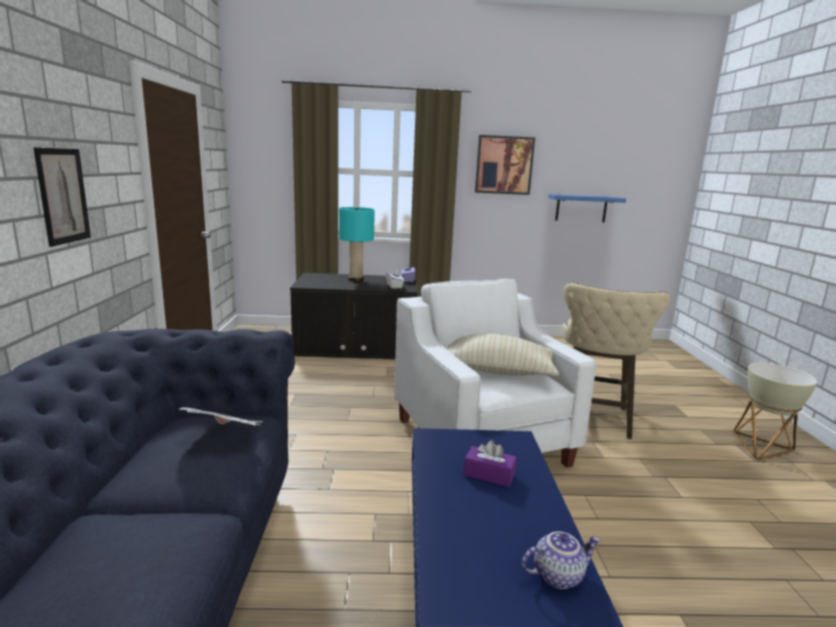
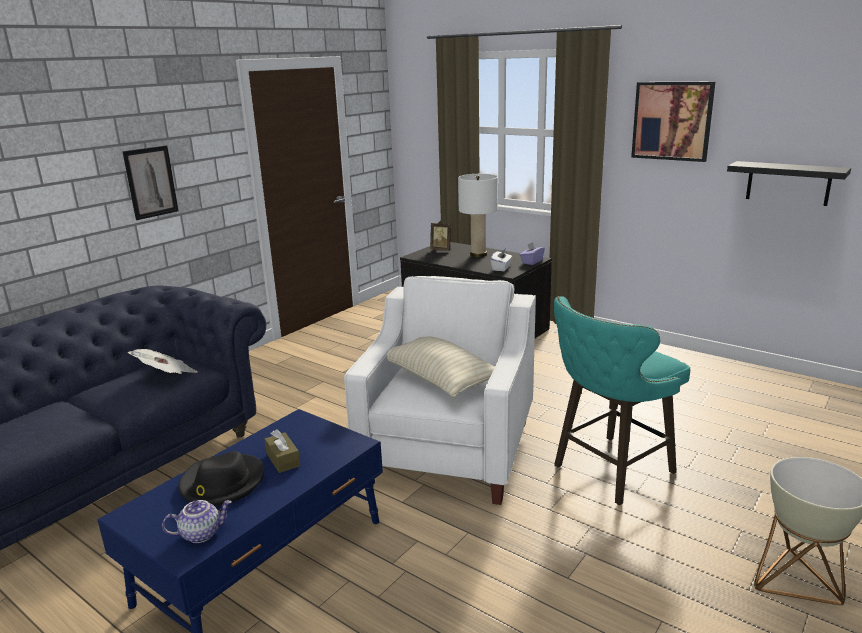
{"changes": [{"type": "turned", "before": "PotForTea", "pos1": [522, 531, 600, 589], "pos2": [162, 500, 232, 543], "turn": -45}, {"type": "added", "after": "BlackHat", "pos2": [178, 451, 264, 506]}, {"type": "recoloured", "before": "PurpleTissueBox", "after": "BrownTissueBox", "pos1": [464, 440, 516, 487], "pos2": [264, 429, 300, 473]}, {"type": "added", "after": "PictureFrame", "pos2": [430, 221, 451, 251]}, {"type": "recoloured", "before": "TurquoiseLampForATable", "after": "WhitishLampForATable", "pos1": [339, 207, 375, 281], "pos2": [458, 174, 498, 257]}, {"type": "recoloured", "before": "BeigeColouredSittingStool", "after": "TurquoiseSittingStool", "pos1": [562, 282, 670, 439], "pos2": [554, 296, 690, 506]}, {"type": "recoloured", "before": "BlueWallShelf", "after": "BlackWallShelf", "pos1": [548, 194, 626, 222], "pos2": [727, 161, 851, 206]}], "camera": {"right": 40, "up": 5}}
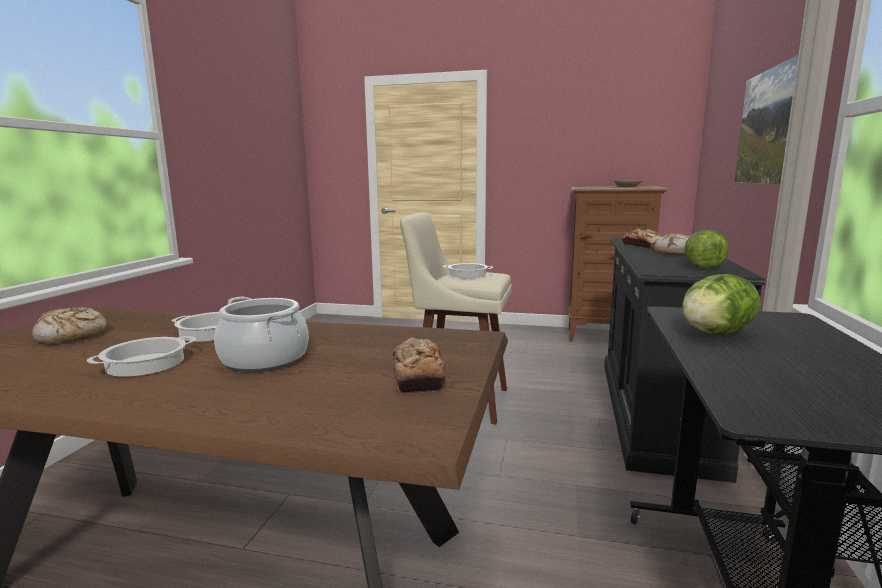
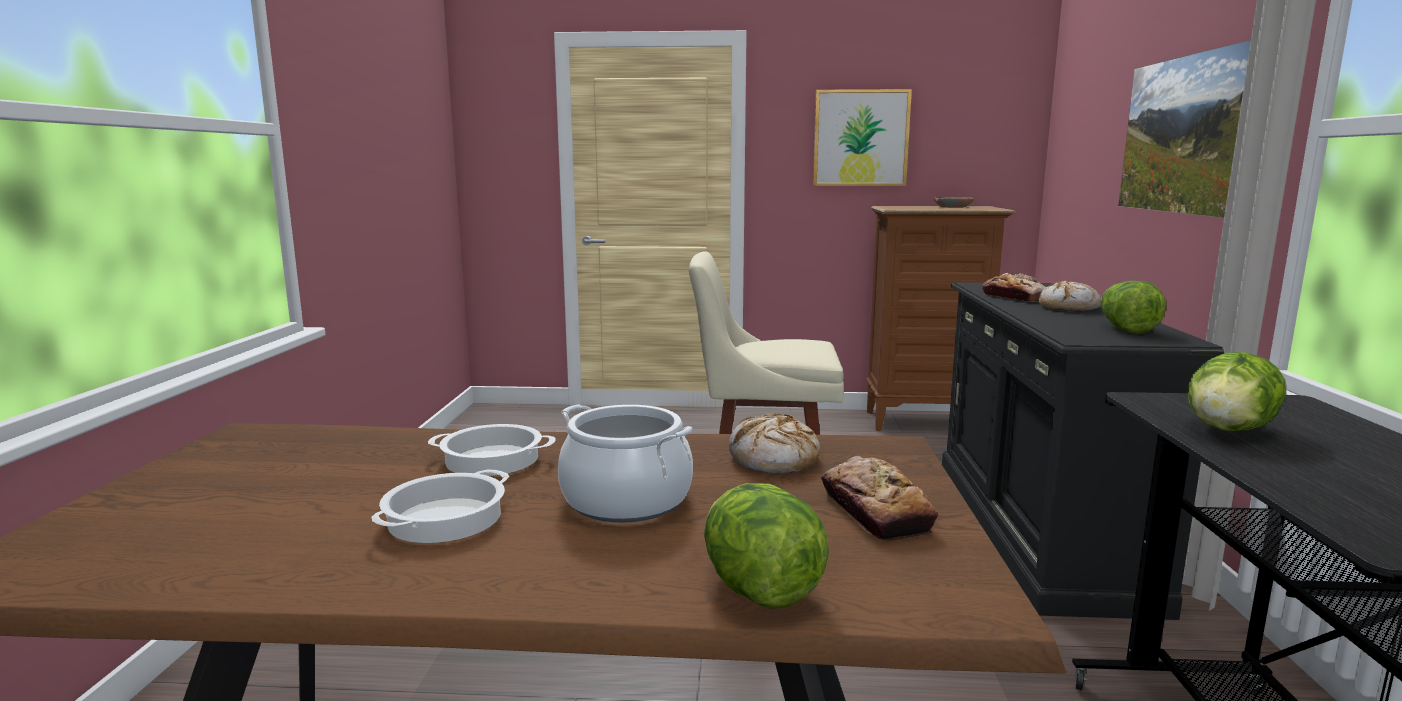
{"changes": [{"type": "added", "after": "LettuceHead", "pos2": [704, 483, 829, 609]}, {"type": "moved", "before": "Bread", "pos1": [32, 307, 107, 343], "pos2": [729, 413, 820, 473]}, {"type": "added", "after": "WallArt", "pos2": [813, 89, 912, 186]}, {"type": "removed", "before": "Stockpot", "pos1": [442, 263, 493, 278]}], "camera": {"right": -10, "up": 0}}
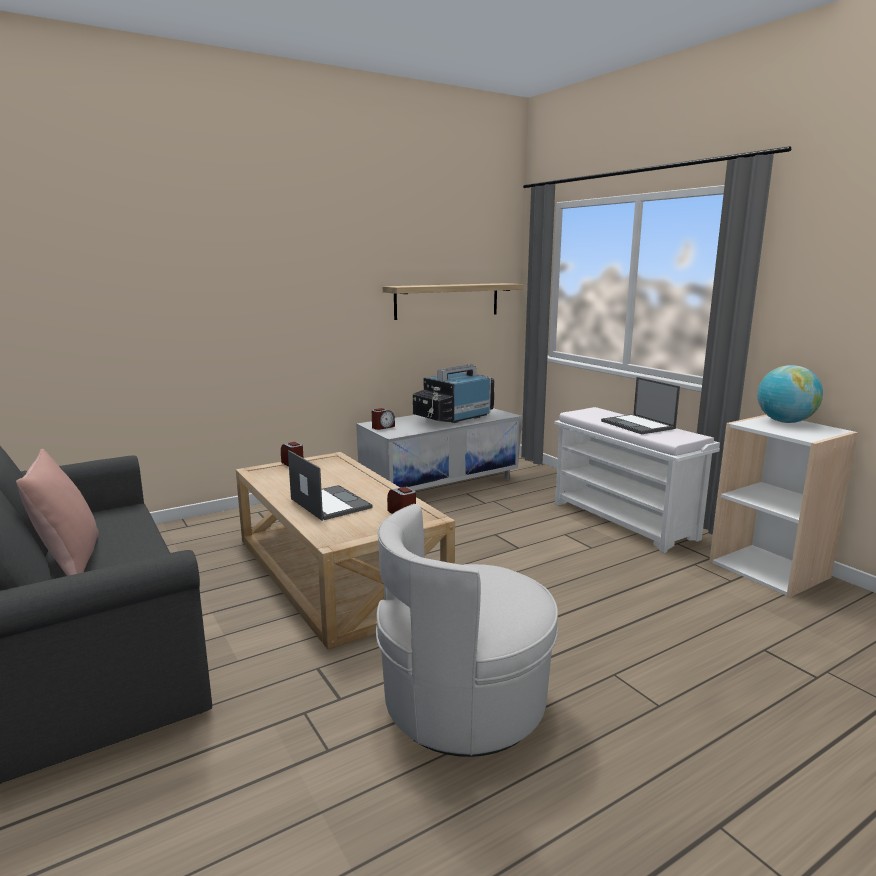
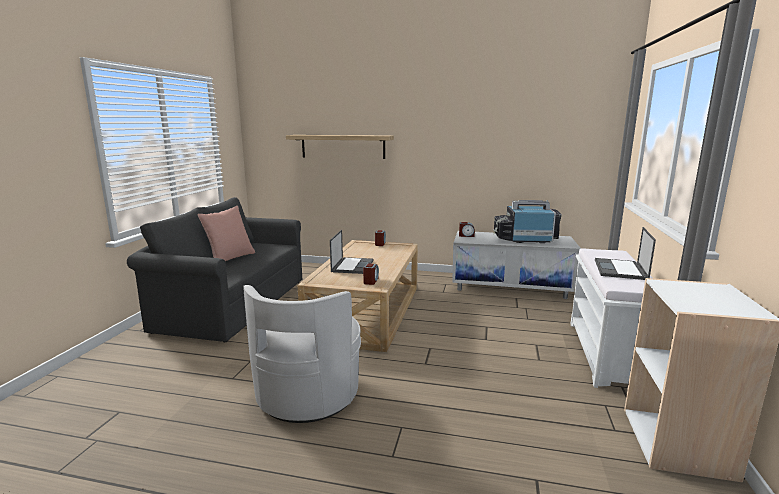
{"changes": [{"type": "turned", "before": "WhitishArmchair", "pos1": [376, 504, 558, 757], "pos2": [244, 285, 361, 423], "turn": -105}, {"type": "moved", "before": "WallShelf", "pos1": [383, 283, 523, 320], "pos2": [286, 135, 394, 159]}, {"type": "removed", "before": "Globe", "pos1": [757, 365, 823, 423]}], "camera": {"right": 45, "up": 0}}
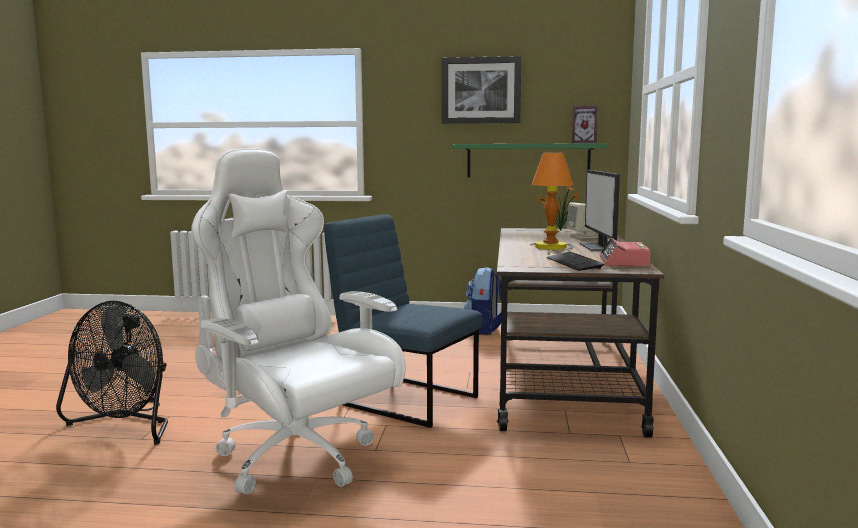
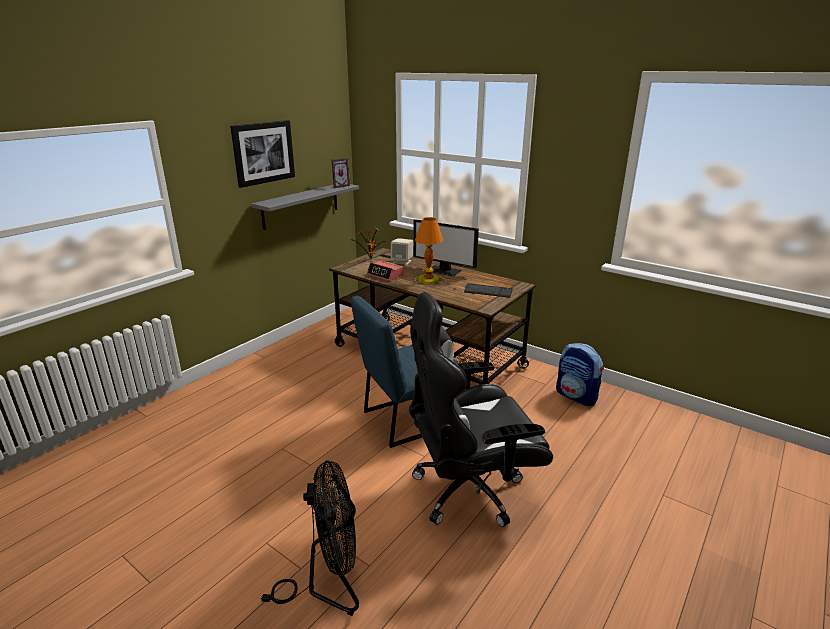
{"changes": [{"type": "recoloured", "before": "GreenWallShelf", "after": "GreyWallShelf", "pos1": [453, 143, 608, 178], "pos2": [251, 184, 359, 230]}, {"type": "turned", "before": "BlackFan", "pos1": [56, 301, 168, 445], "pos2": [260, 460, 359, 616], "turn": -60}, {"type": "moved", "before": "BedsideClock", "pos1": [600, 238, 651, 266], "pos2": [367, 260, 404, 281]}, {"type": "recoloured", "before": "WhitishComputerChair", "after": "BlackComputerChair", "pos1": [191, 149, 406, 495], "pos2": [409, 292, 553, 527]}, {"type": "moved", "before": "Knapsack", "pos1": [464, 267, 502, 335], "pos2": [556, 343, 604, 406]}], "camera": {"right": -60, "up": 15}}
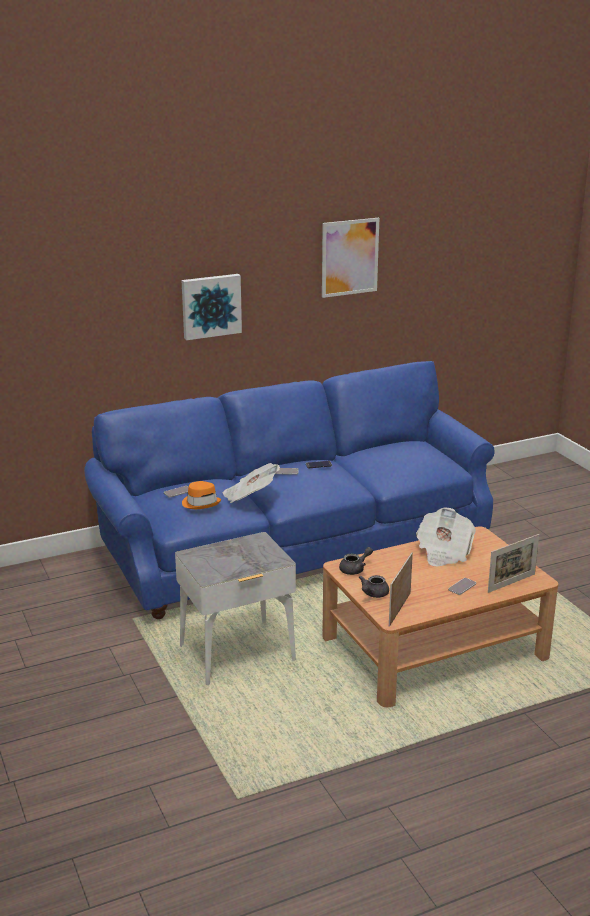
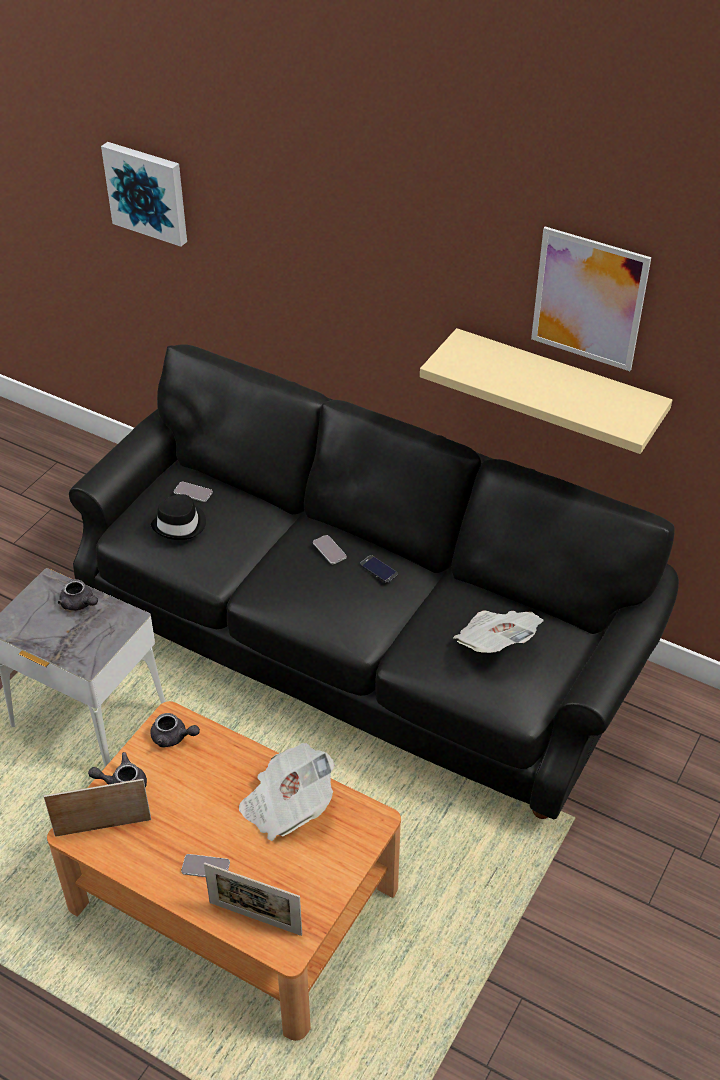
{"changes": [{"type": "added", "after": "GreyPotForTea", "pos2": [58, 579, 98, 611]}, {"type": "recoloured", "before": "BlueSofa", "after": "BlackSofa", "pos1": [84, 361, 495, 619], "pos2": [69, 344, 679, 820]}, {"type": "moved", "before": "WallArt", "pos1": [182, 274, 242, 340], "pos2": [101, 142, 187, 247]}, {"type": "recoloured", "before": "OrangeyHat", "after": "BlackHat", "pos1": [182, 481, 221, 509], "pos2": [151, 494, 206, 540]}, {"type": "added", "after": "BeigeColouredWallShelf", "pos2": [420, 328, 672, 454]}, {"type": "moved", "before": "DailyPaper", "pos1": [223, 463, 280, 503], "pos2": [453, 610, 543, 653]}], "camera": {"right": 55, "up": 20}}
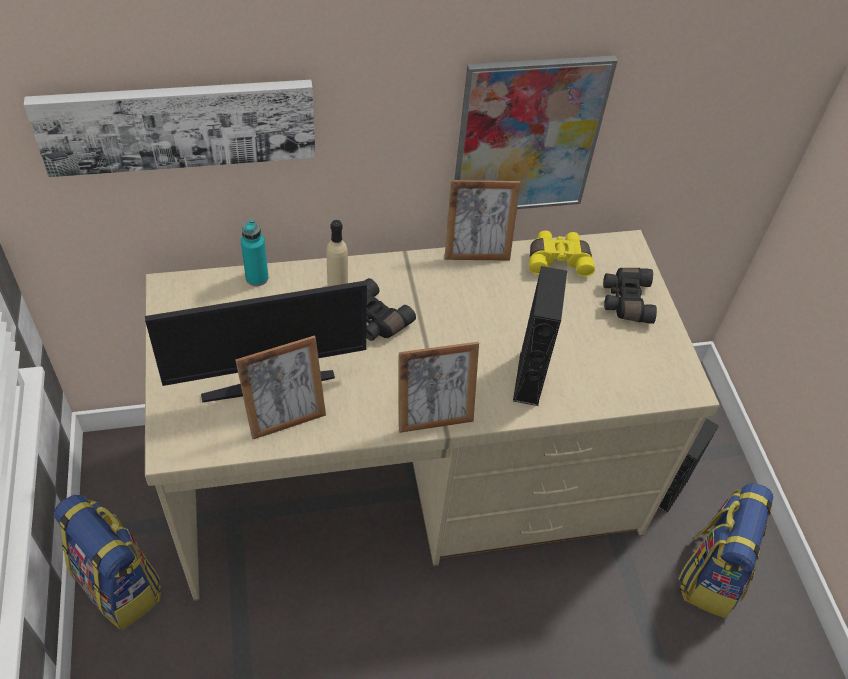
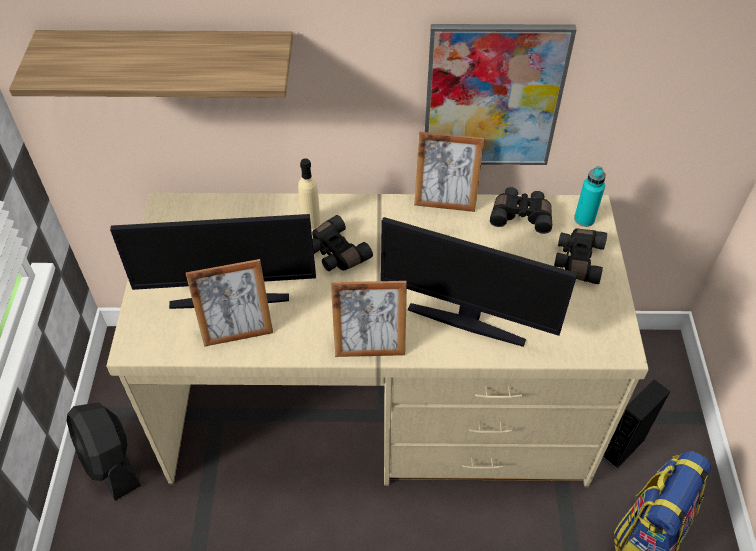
{"changes": [{"type": "replaced", "before": "WallArt", "after": "WallShelf", "pos1": [24, 80, 315, 177], "pos2": [9, 30, 293, 98]}, {"type": "replaced", "before": "Knapsack", "after": "BlackFan", "pos1": [54, 495, 161, 630], "pos2": [67, 402, 141, 501]}, {"type": "replaced", "before": "BlackLoudspeaker", "after": "ComputerScreen", "pos1": [513, 266, 567, 406], "pos2": [381, 217, 578, 347]}, {"type": "recoloured", "before": "YellowishFieldGlasses", "after": "BlackFieldGlasses", "pos1": [529, 231, 595, 277], "pos2": [490, 187, 552, 234]}, {"type": "moved", "before": "TurquoiseBottle", "pos1": [241, 220, 269, 286], "pos2": [574, 166, 606, 227]}], "camera": {"right": 15, "up": 0}}
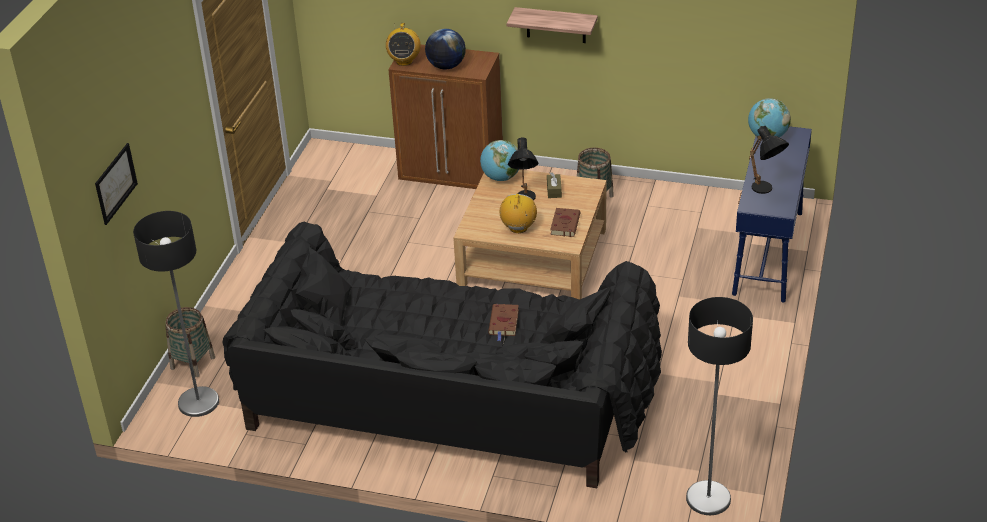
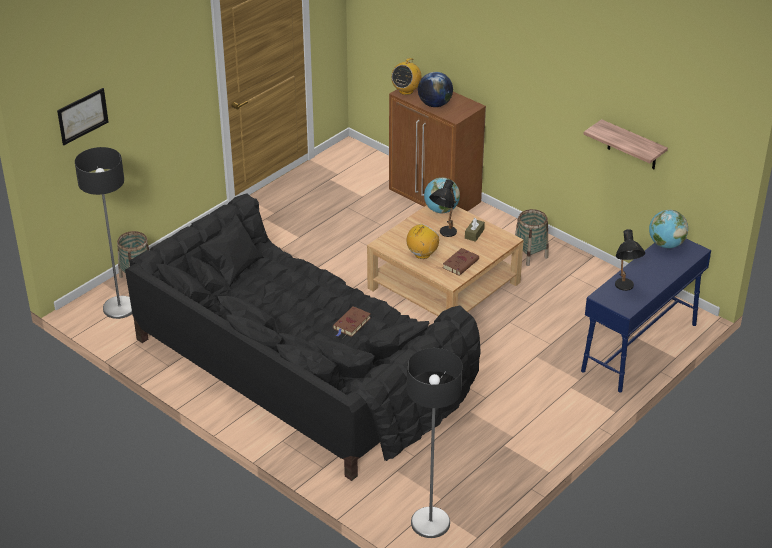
{"changes": [{"type": "moved", "before": "WallShelf", "pos1": [507, 7, 598, 43], "pos2": [583, 119, 668, 169]}], "camera": {"right": 25, "up": 0}}
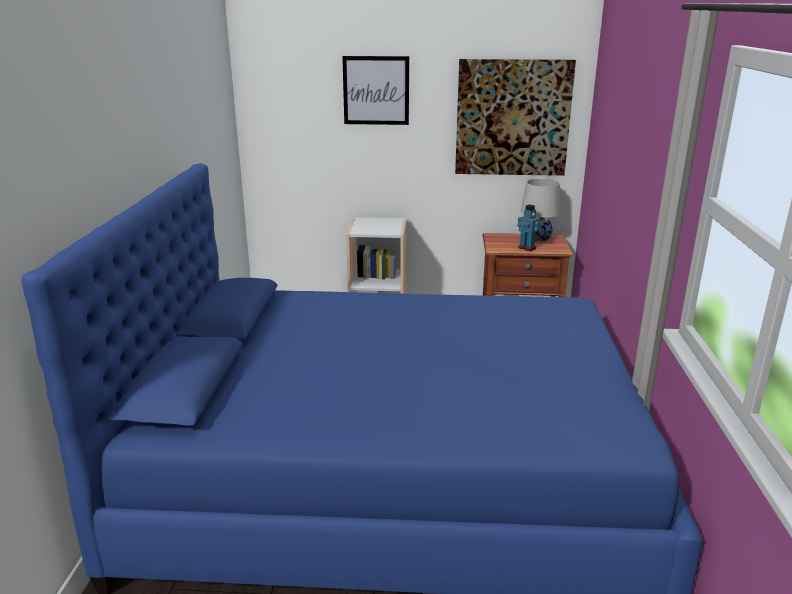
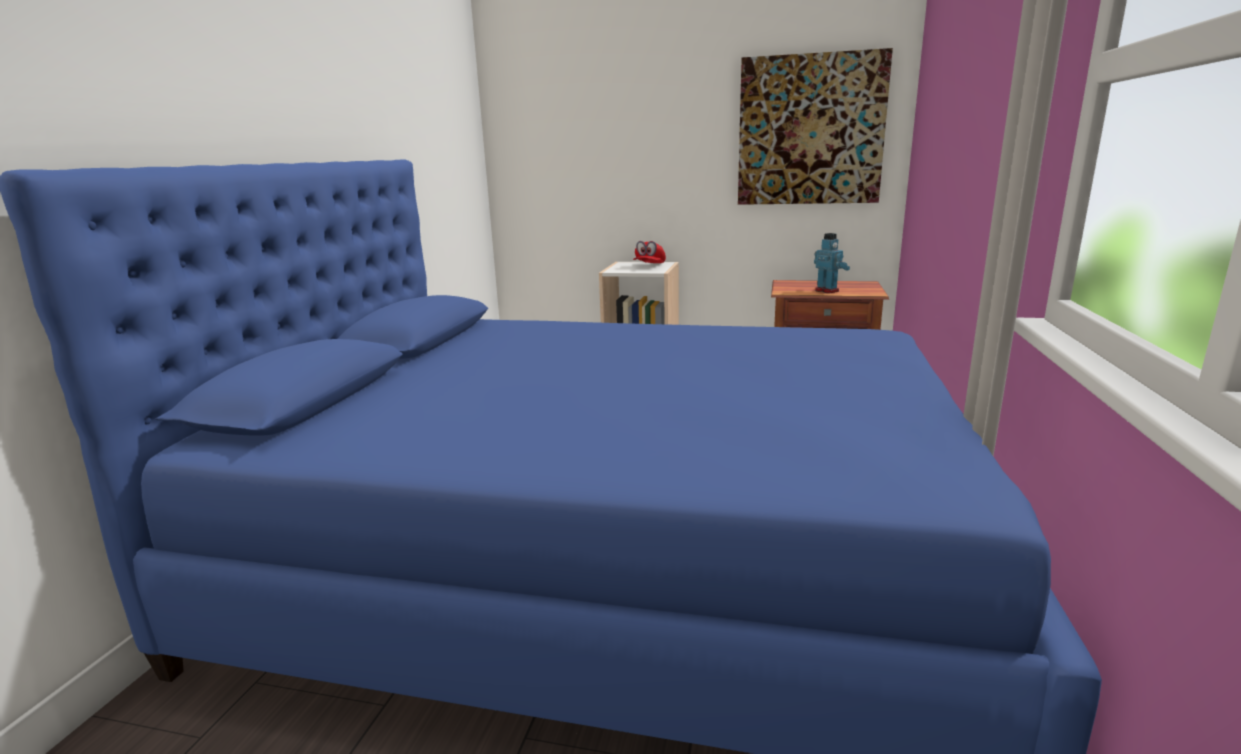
{"changes": [{"type": "added", "after": "RedPeakedCap", "pos2": [633, 241, 666, 263]}, {"type": "removed", "before": "WallArt", "pos1": [342, 56, 409, 125]}, {"type": "removed", "before": "WhitishLampForATable", "pos1": [521, 179, 560, 241]}], "camera": {"right": 10, "up": -5}}
